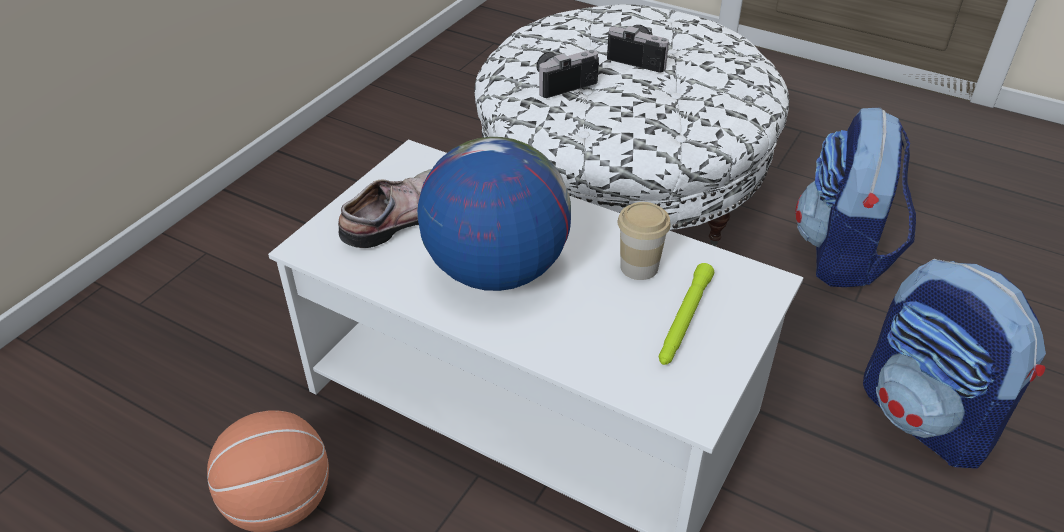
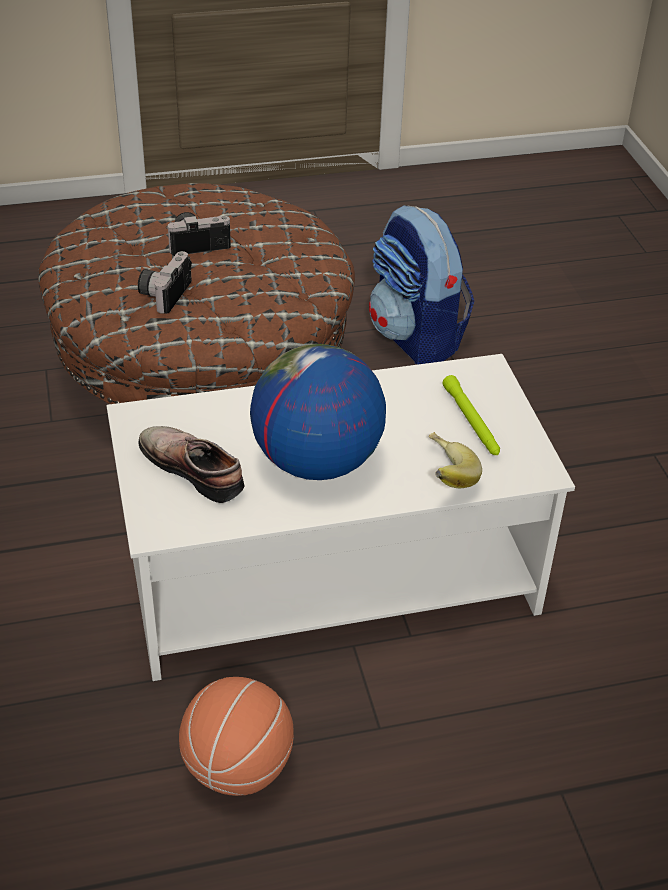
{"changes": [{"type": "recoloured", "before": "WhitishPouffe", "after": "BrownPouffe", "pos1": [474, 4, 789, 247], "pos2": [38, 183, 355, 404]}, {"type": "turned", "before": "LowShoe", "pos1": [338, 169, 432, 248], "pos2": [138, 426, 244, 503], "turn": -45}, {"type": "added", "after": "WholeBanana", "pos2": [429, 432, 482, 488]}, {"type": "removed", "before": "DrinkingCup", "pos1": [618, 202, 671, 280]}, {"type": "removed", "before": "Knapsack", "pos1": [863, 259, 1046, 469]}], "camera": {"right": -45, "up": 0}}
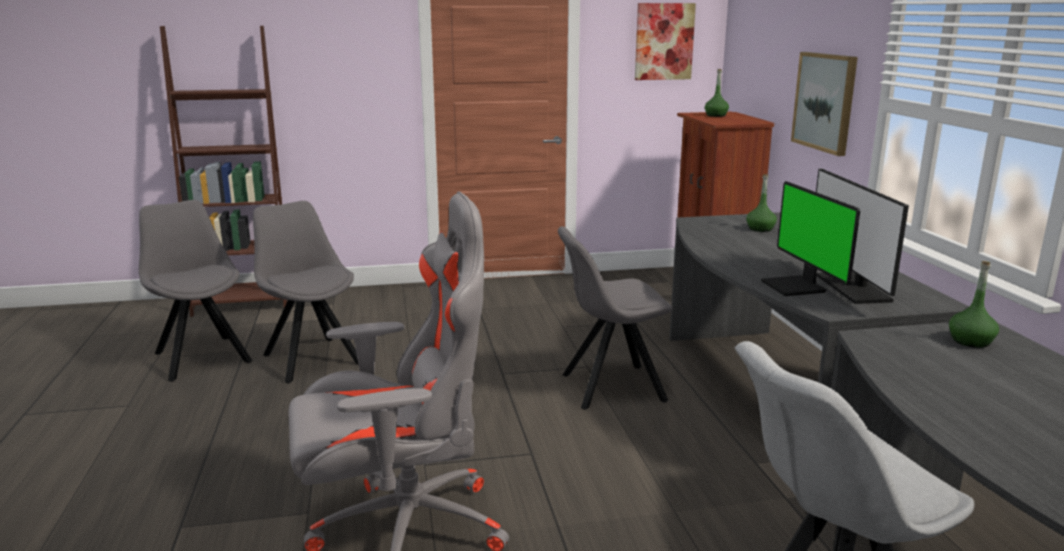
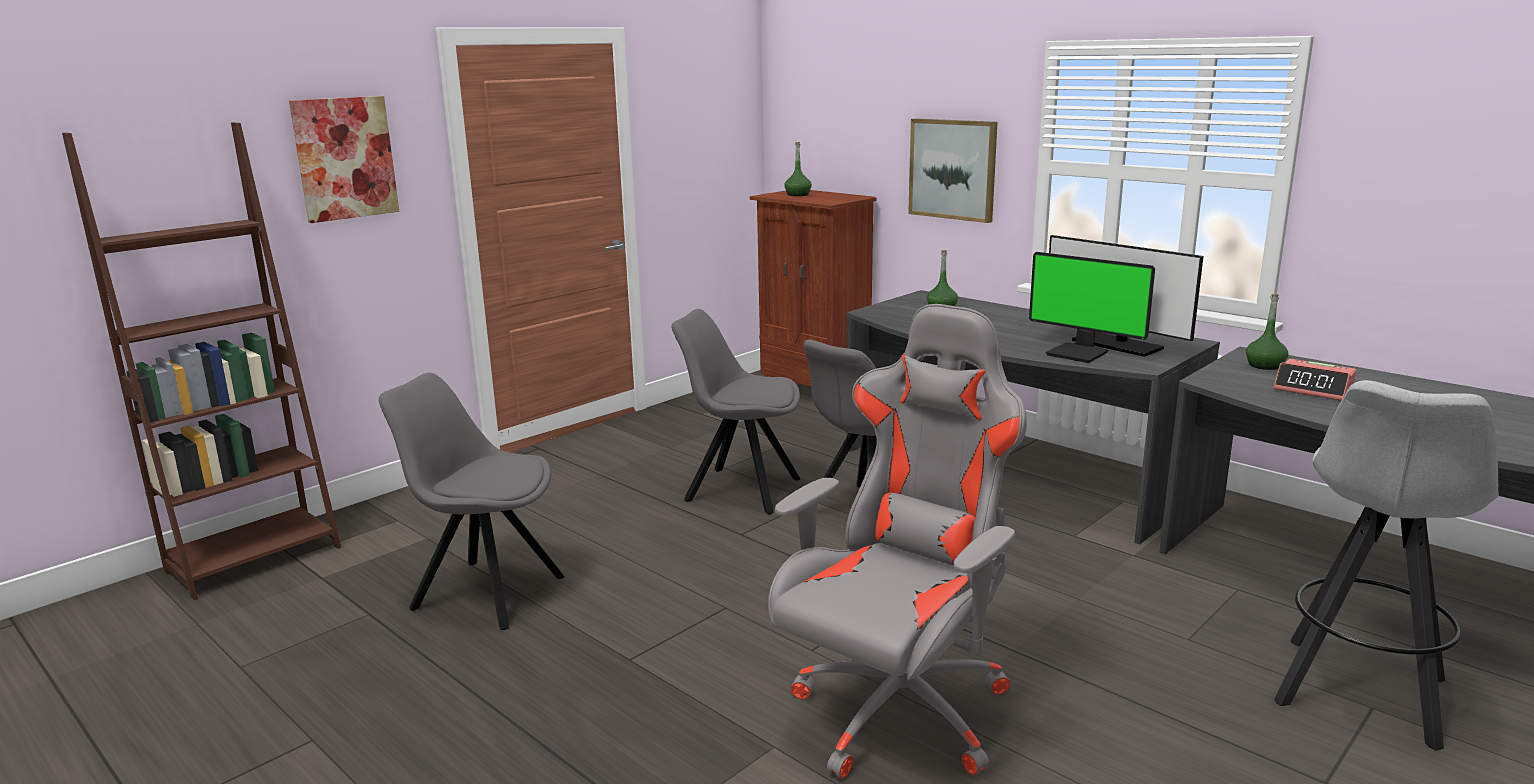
{"changes": [{"type": "moved", "before": "WallArt", "pos1": [635, 3, 696, 80], "pos2": [289, 96, 399, 223]}, {"type": "moved", "before": "GreyUprightChair", "pos1": [139, 200, 252, 382], "pos2": [671, 309, 800, 514]}, {"type": "added", "after": "BedsideClock", "pos2": [1274, 359, 1356, 401]}], "camera": {"right": -35, "up": 0}}
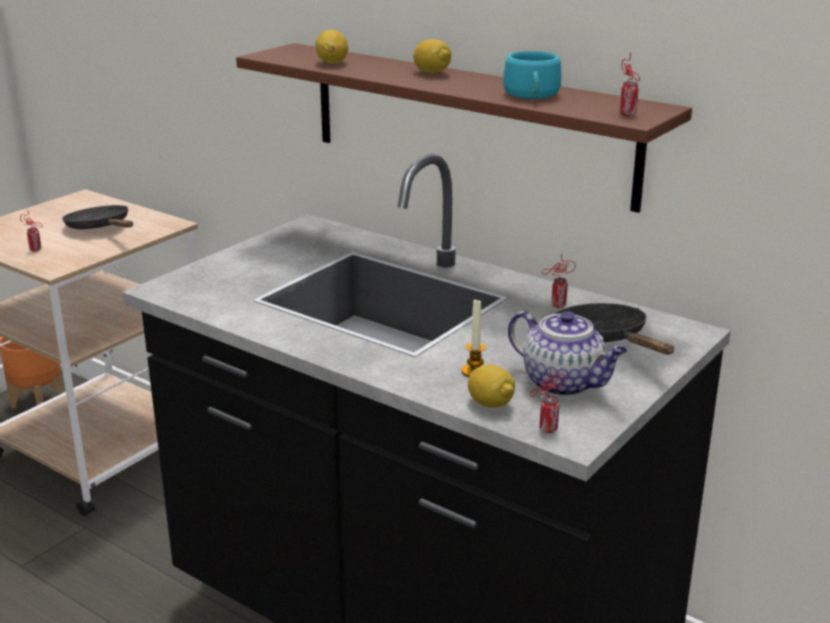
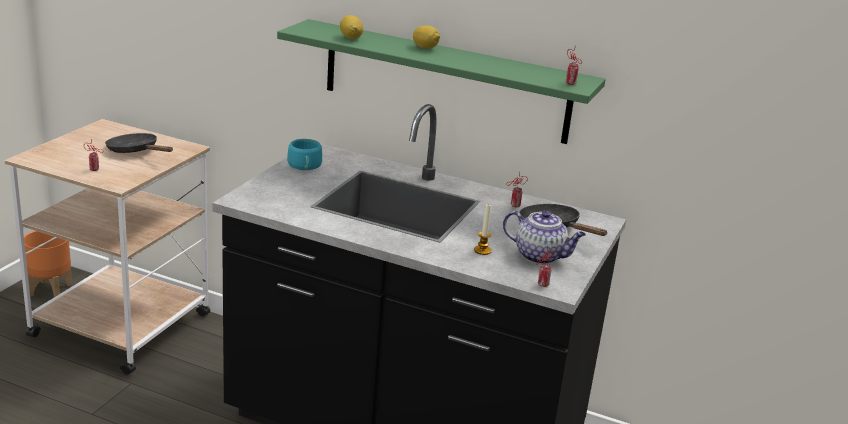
{"changes": [{"type": "recoloured", "before": "BrownWallShelf", "after": "GreenWallShelf", "pos1": [236, 43, 692, 213], "pos2": [277, 19, 606, 144]}, {"type": "moved", "before": "TurquoiseDrinkingCup", "pos1": [503, 51, 561, 99], "pos2": [287, 139, 322, 170]}, {"type": "removed", "before": "Lemon", "pos1": [468, 365, 515, 408]}], "camera": {"right": -15, "up": 0}}
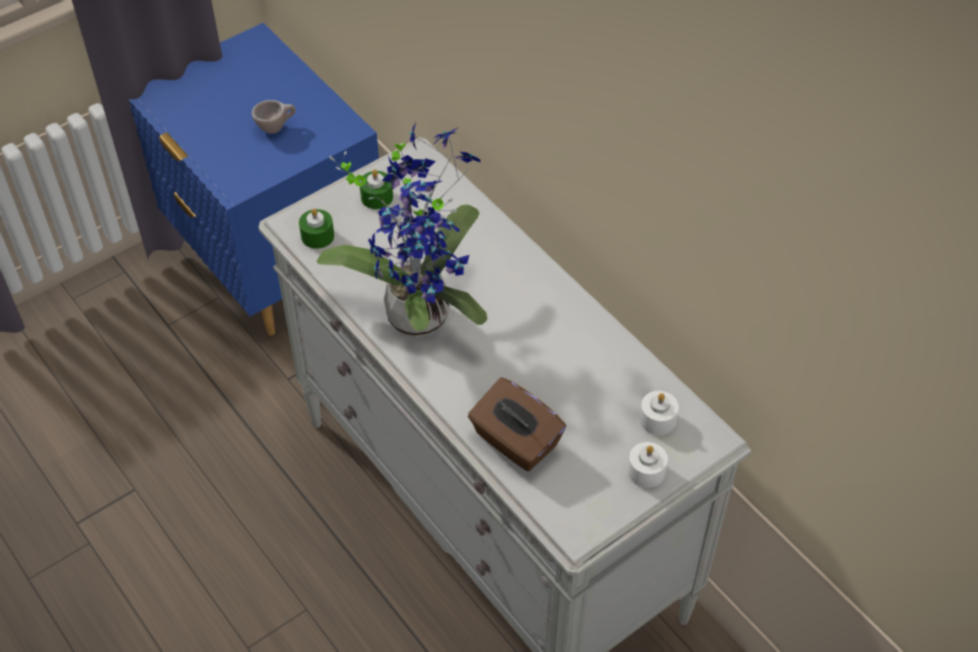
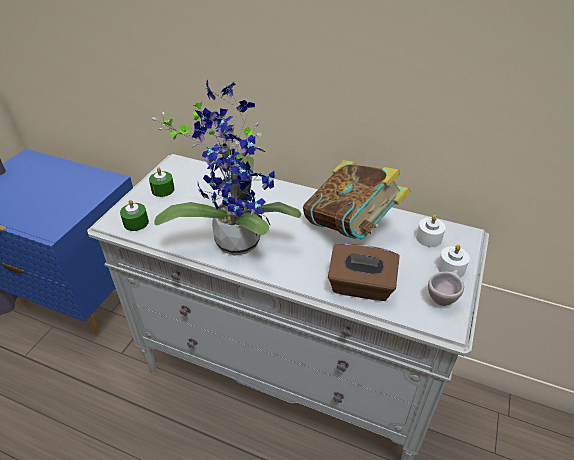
{"changes": [{"type": "added", "after": "Book", "pos2": [303, 160, 410, 239]}, {"type": "moved", "before": "BeigeColouredDrinkingCup", "pos1": [252, 100, 296, 134], "pos2": [428, 270, 464, 306]}], "camera": {"right": -30, "up": -10}}
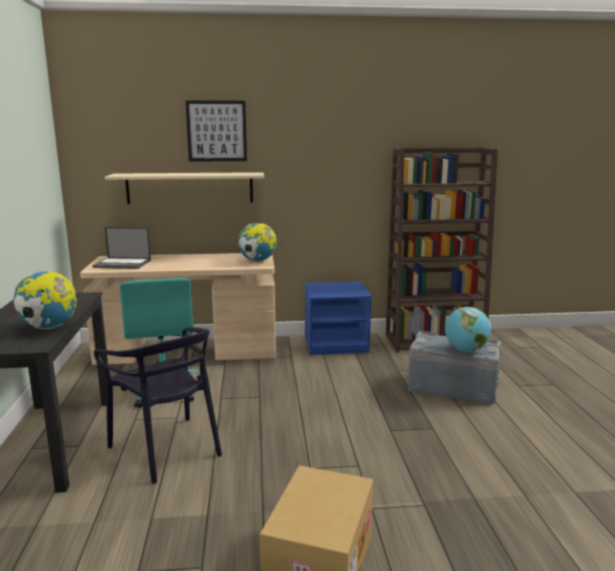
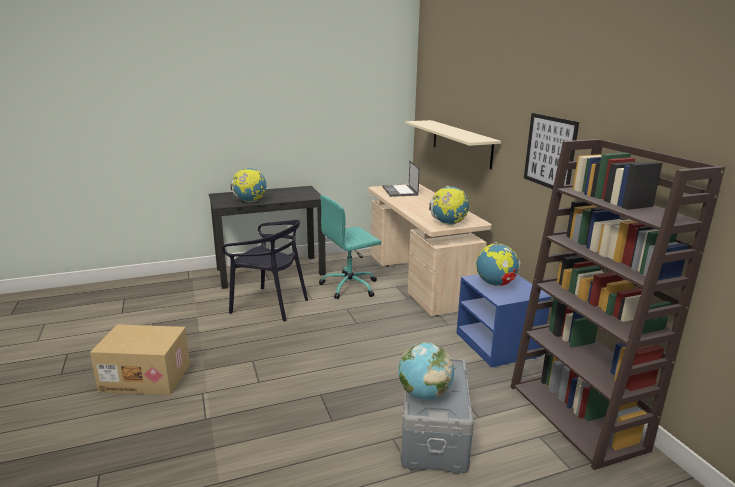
{"changes": [{"type": "turned", "before": "BlackUprightChair", "pos1": [94, 327, 222, 484], "pos2": [222, 220, 308, 321], "turn": -105}, {"type": "added", "after": "Globe", "pos2": [476, 242, 521, 286]}, {"type": "moved", "before": "WallArt", "pos1": [186, 100, 247, 162], "pos2": [524, 113, 579, 189]}], "camera": {"right": 75, "up": 5}}
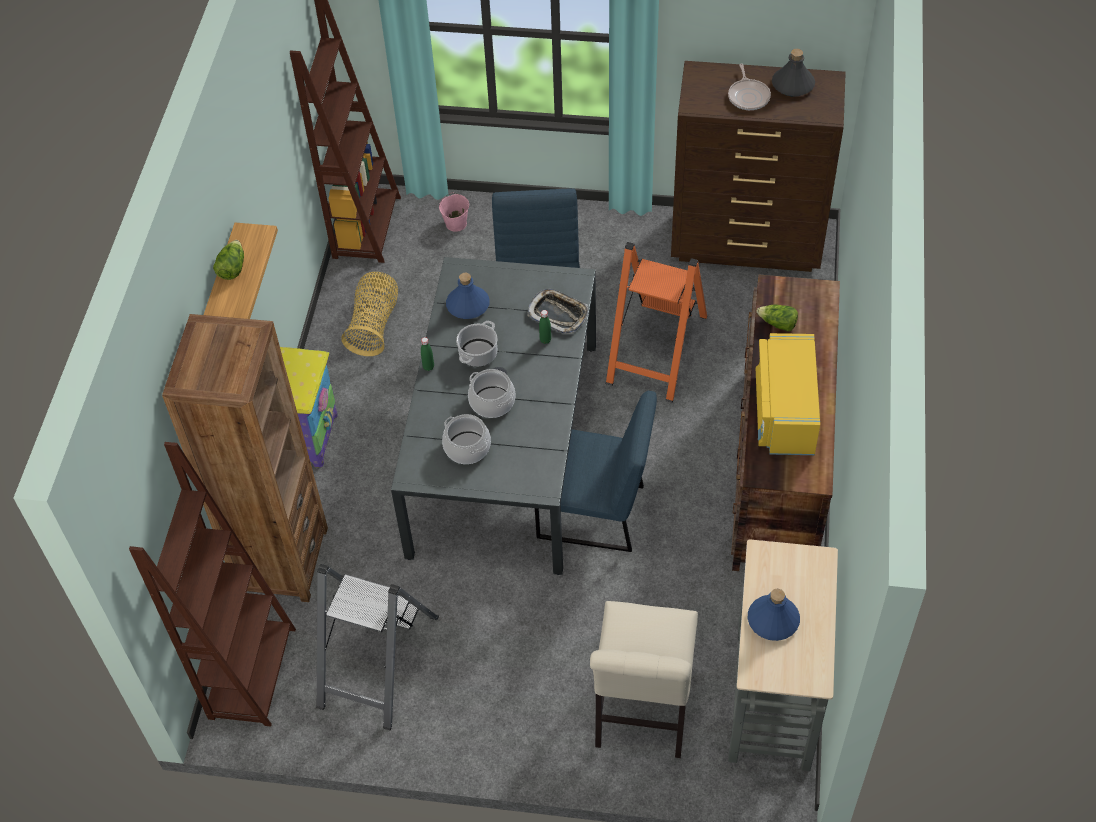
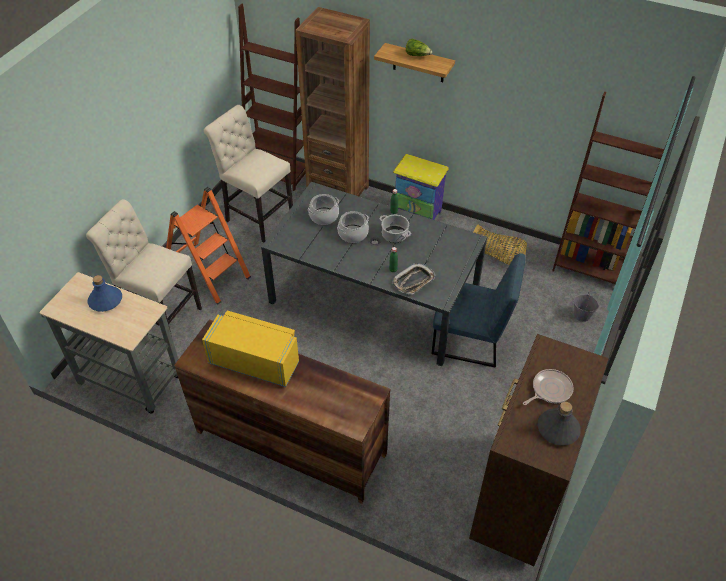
{"changes": [{"type": "moved", "before": "OrangeyStepladder", "pos1": [606, 242, 708, 403], "pos2": [166, 187, 251, 305]}, {"type": "replaced", "before": "GreyStepladder", "after": "BeigeColouredSittingStool", "pos1": [316, 564, 439, 730], "pos2": [204, 105, 293, 242]}, {"type": "turned", "before": "FryingPan", "pos1": [728, 64, 771, 110], "pos2": [523, 369, 574, 405], "turn": 135}, {"type": "recoloured", "before": "PinkishPail", "after": "GreyPail", "pos1": [439, 193, 469, 232], "pos2": [574, 292, 599, 322]}, {"type": "removed", "before": "BlueBottle", "pos1": [446, 273, 490, 319]}, {"type": "removed", "before": "BlueUprightChair", "pos1": [535, 391, 657, 552]}, {"type": "removed", "before": "LettuceHead", "pos1": [756, 305, 798, 331]}], "camera": {"right": 105, "up": -5}}
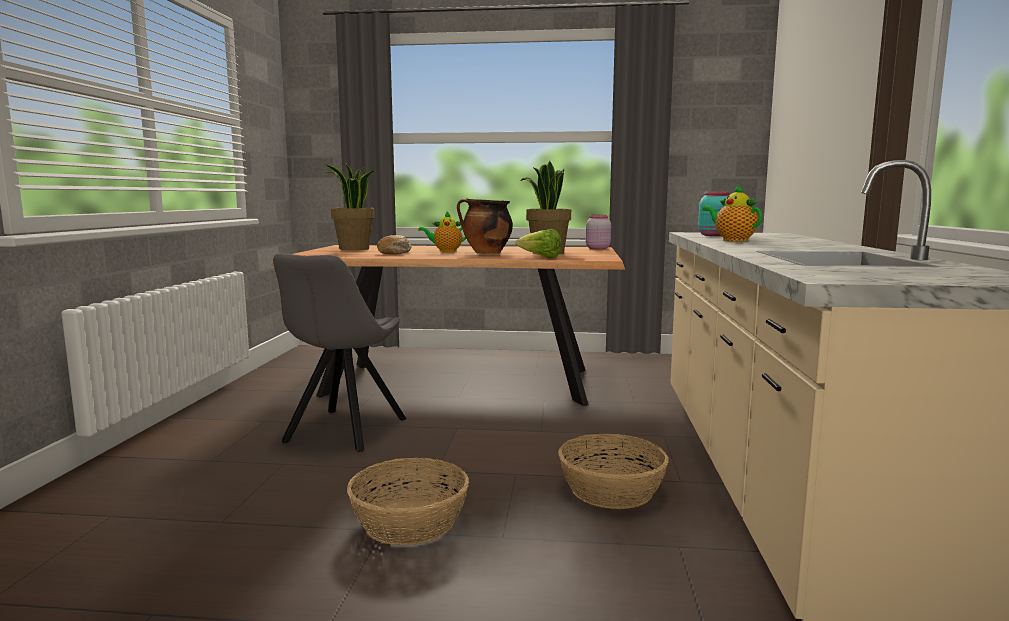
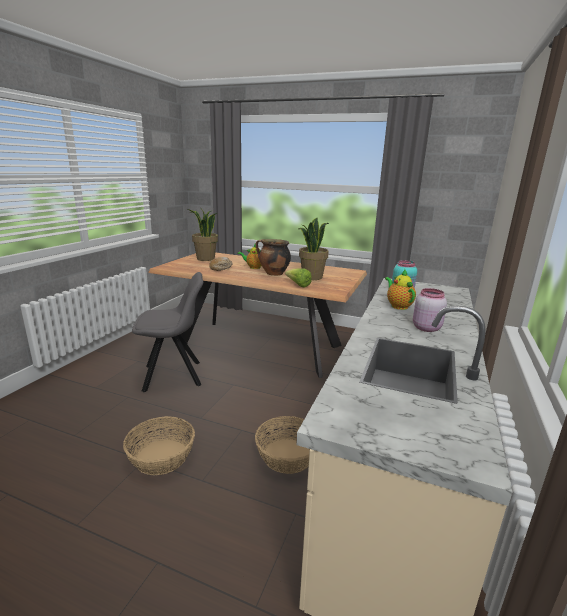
{"changes": [{"type": "turned", "before": "GreyUprightChair", "pos1": [273, 253, 406, 452], "pos2": [132, 272, 203, 392], "turn": -135}, {"type": "moved", "before": "PinkishJar", "pos1": [586, 215, 611, 249], "pos2": [413, 288, 447, 332]}], "camera": {"right": 15, "up": 10}}
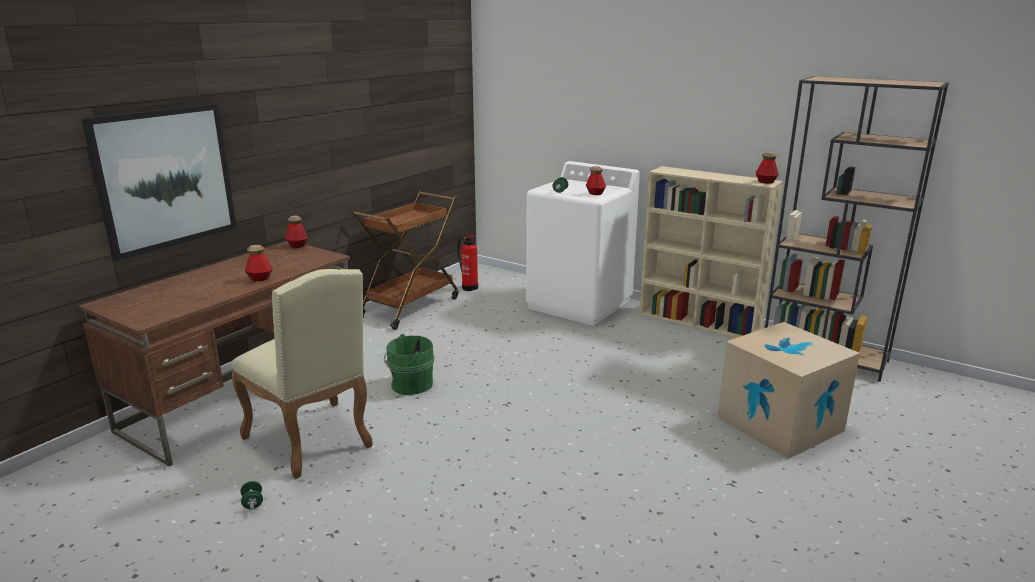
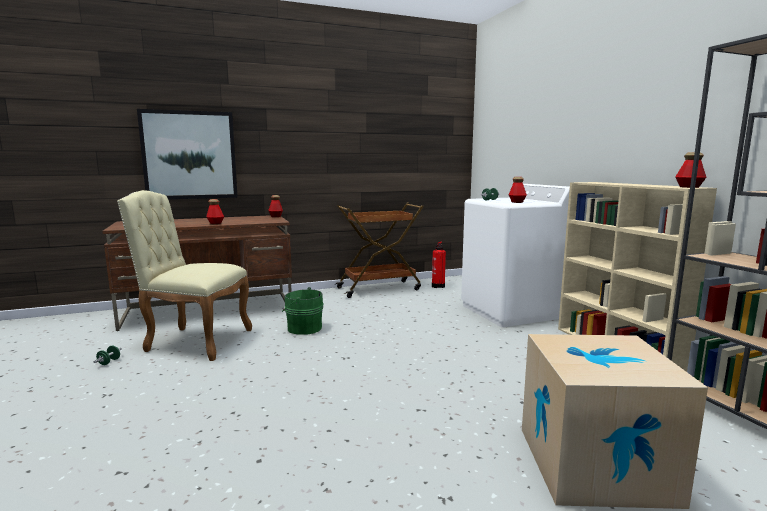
{"changes": [{"type": "turned", "before": "BeigeColouredUprightChair", "pos1": [231, 269, 373, 479], "pos2": [117, 190, 252, 361], "turn": 105}], "camera": {"right": 35, "up": -10}}
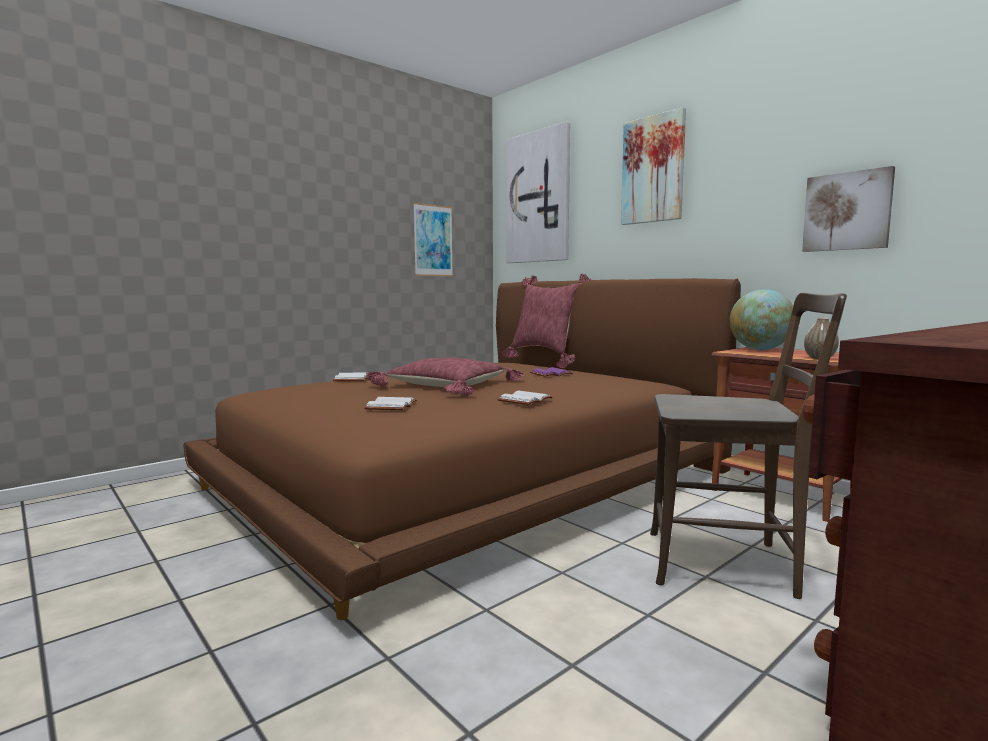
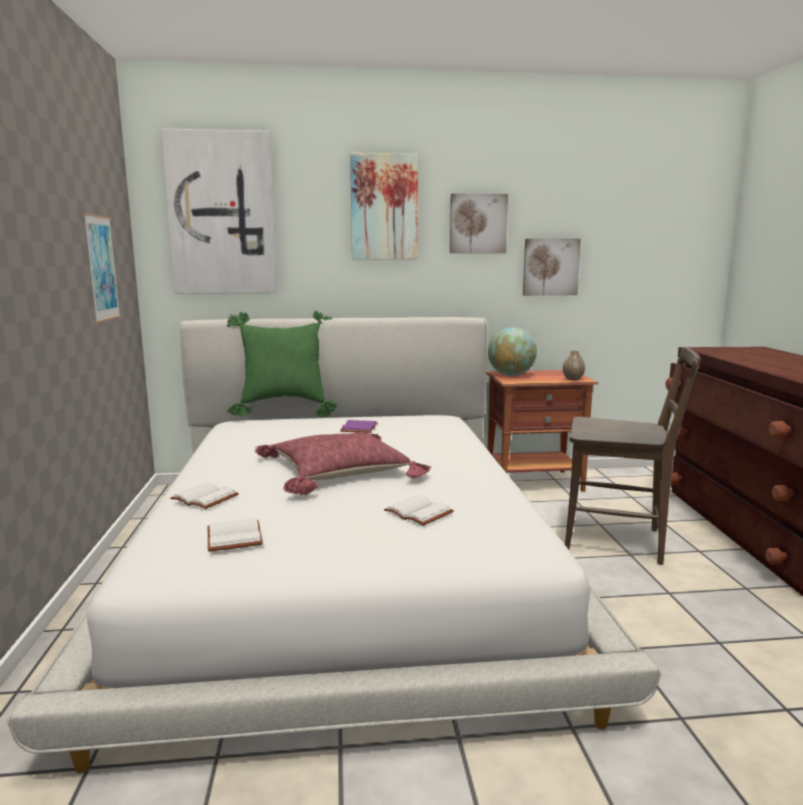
{"changes": [{"type": "recoloured", "before": "BrownBedroomBed", "after": "WhitishBedroomBed", "pos1": [183, 278, 741, 620], "pos2": [7, 317, 661, 774]}, {"type": "moved", "before": "WhitishBook", "pos1": [497, 391, 552, 405], "pos2": [208, 518, 263, 552]}, {"type": "recoloured", "before": "RedPillow", "after": "GreenPillow", "pos1": [502, 273, 591, 369], "pos2": [227, 311, 337, 418]}, {"type": "added", "after": "WallArt", "pos2": [450, 193, 508, 253]}, {"type": "turned", "before": "BrownUprightChair", "pos1": [650, 292, 847, 599], "pos2": [565, 347, 700, 565], "turn": 60}], "camera": {"right": -55, "up": 5}}
